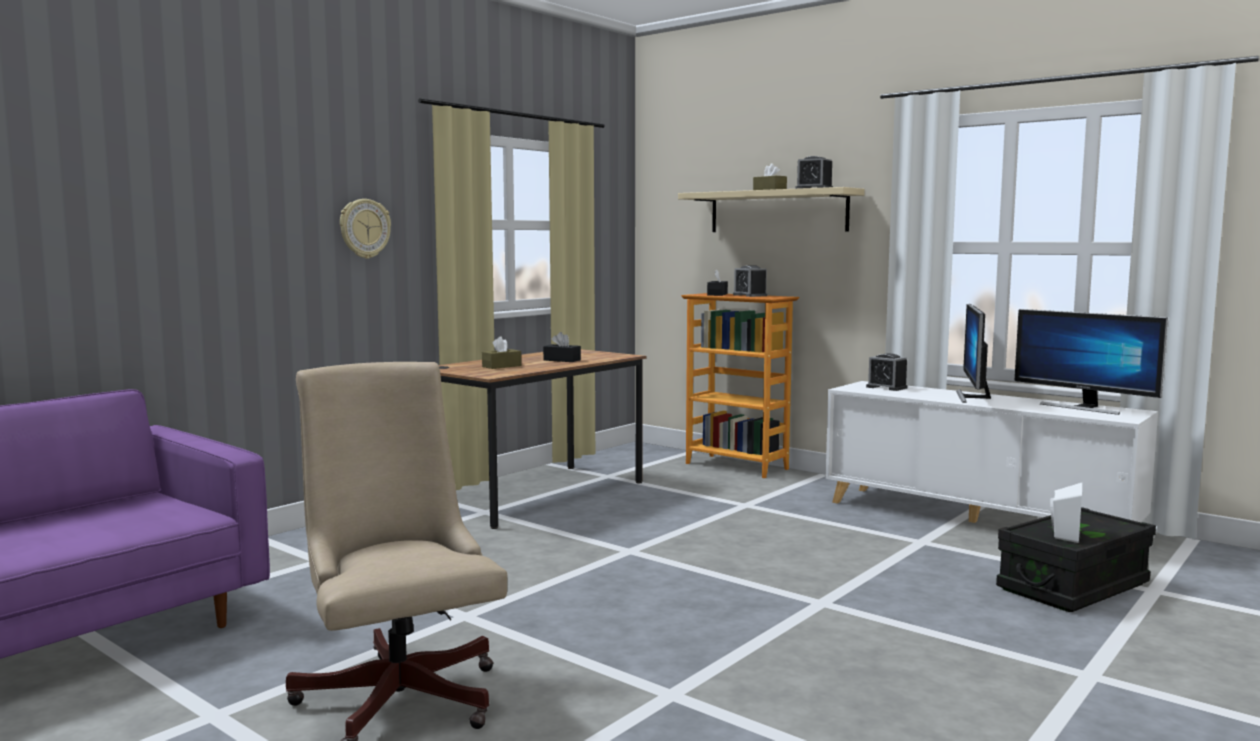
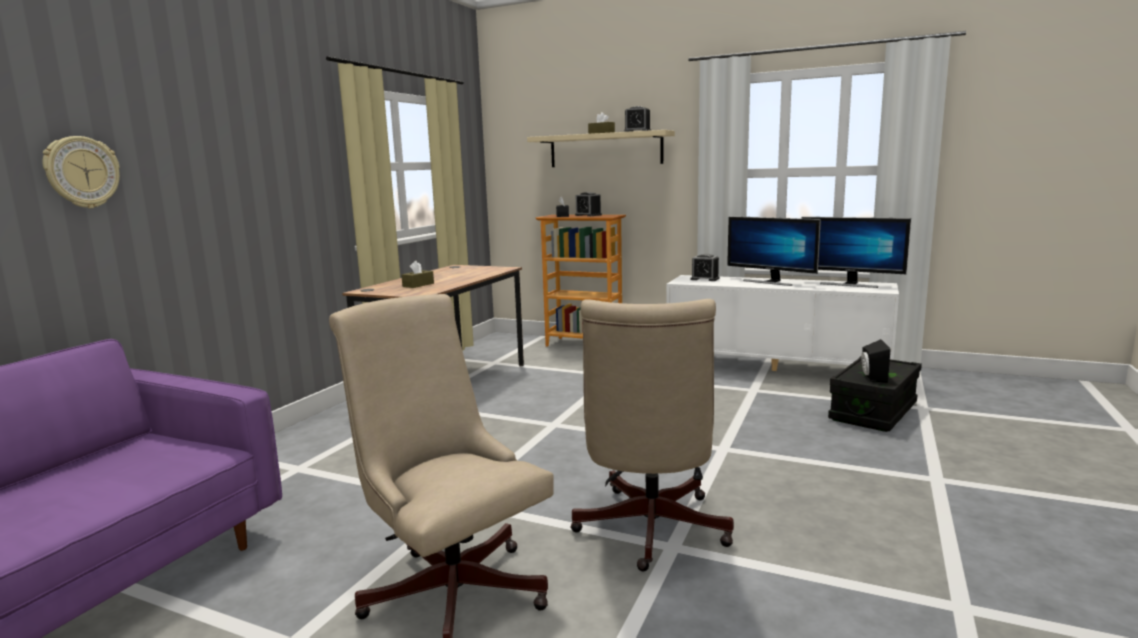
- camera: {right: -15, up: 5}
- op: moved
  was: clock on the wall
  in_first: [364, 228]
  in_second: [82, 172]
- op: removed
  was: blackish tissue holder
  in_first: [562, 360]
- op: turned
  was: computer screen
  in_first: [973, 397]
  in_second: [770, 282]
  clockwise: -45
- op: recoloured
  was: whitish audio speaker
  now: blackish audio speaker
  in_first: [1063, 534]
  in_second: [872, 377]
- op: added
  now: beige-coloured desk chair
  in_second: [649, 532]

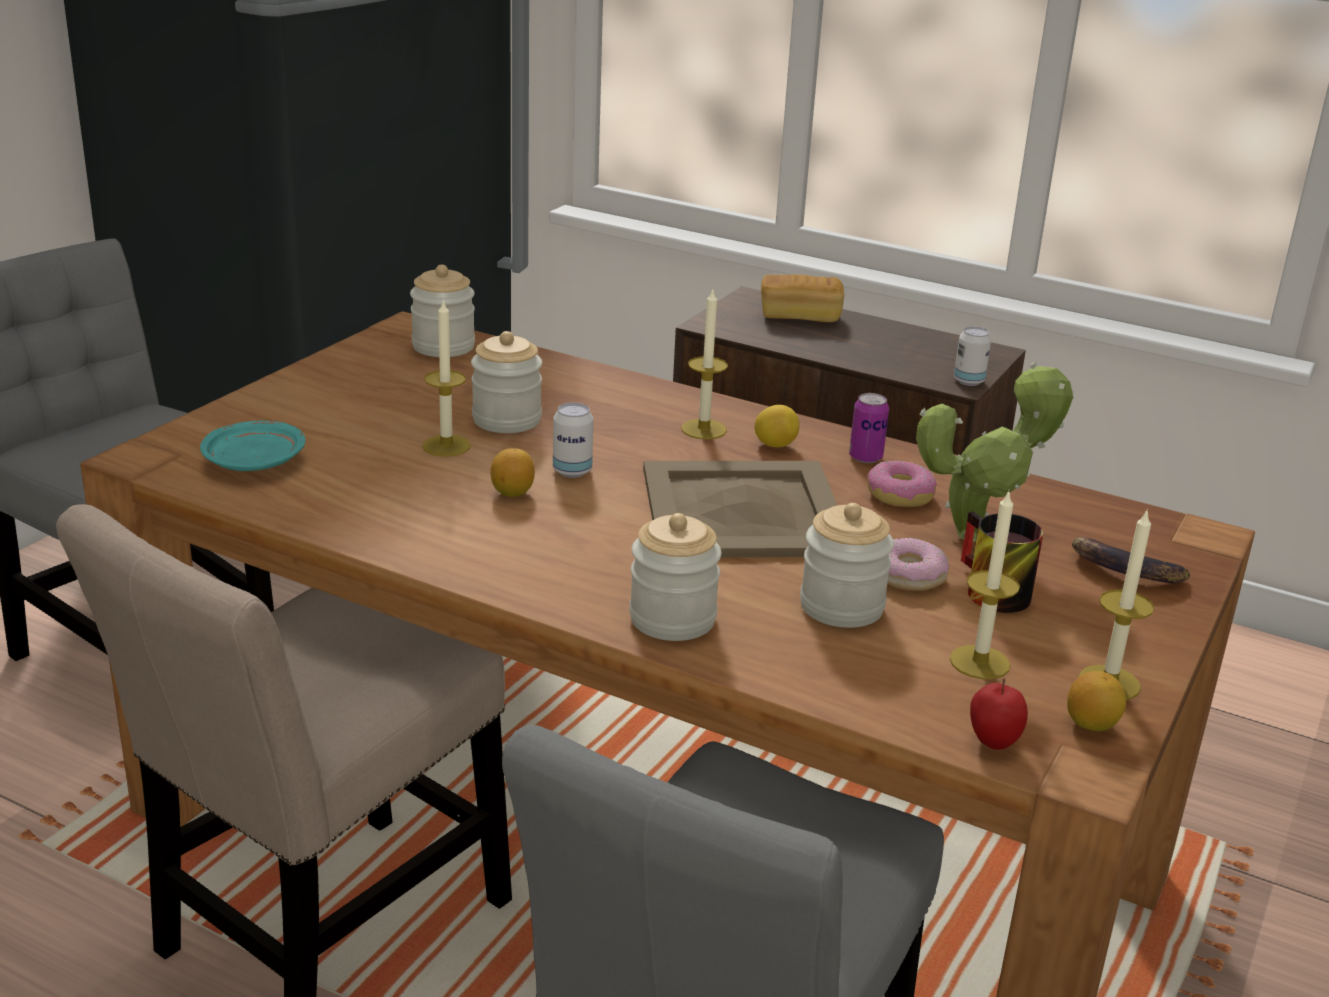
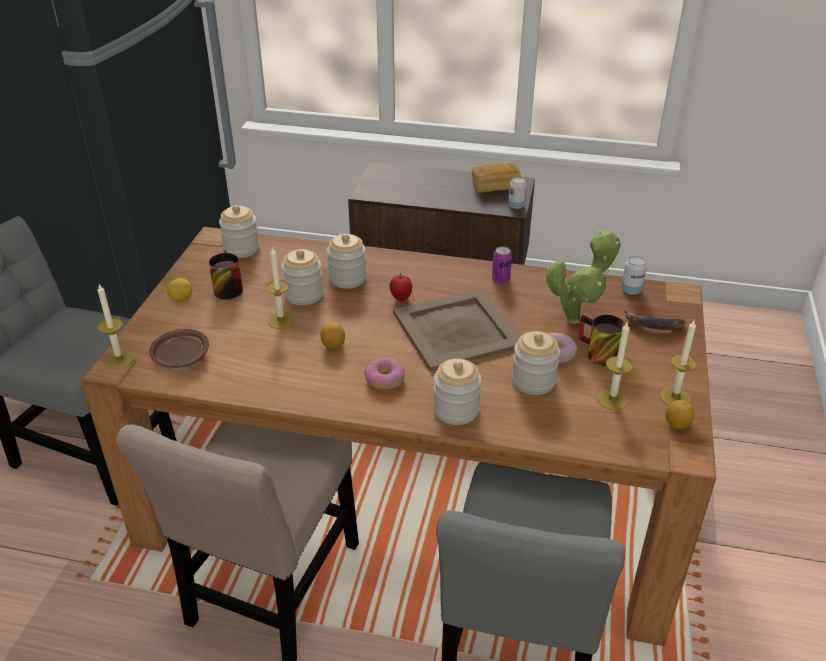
- camera: {right: -15, up: 10}
- op: recoloured
  was: turquoise-coloured flat dish
  now: brown-coloured flat dish
  in_first: [254, 462]
  in_second: [181, 356]
- op: moved
  was: metal can
  in_first: [572, 471]
  in_second: [631, 290]
- op: moved
  was: wax light
  in_first: [703, 429]
  in_second: [119, 360]
- op: moved
  was: whole lemon
  in_first: [775, 445]
  in_second: [181, 299]
- op: moved
  was: baked bread
  in_first: [800, 316]
  in_second: [495, 187]
- op: moved
  was: donut
  in_first: [899, 495]
  in_second: [384, 379]
- op: moved
  was: whole apple
  in_first: [993, 743]
  in_second: [401, 299]
- op: added
  now: mug
  in_second: [225, 288]
- op: added
  now: storage jar
  in_second: [347, 278]

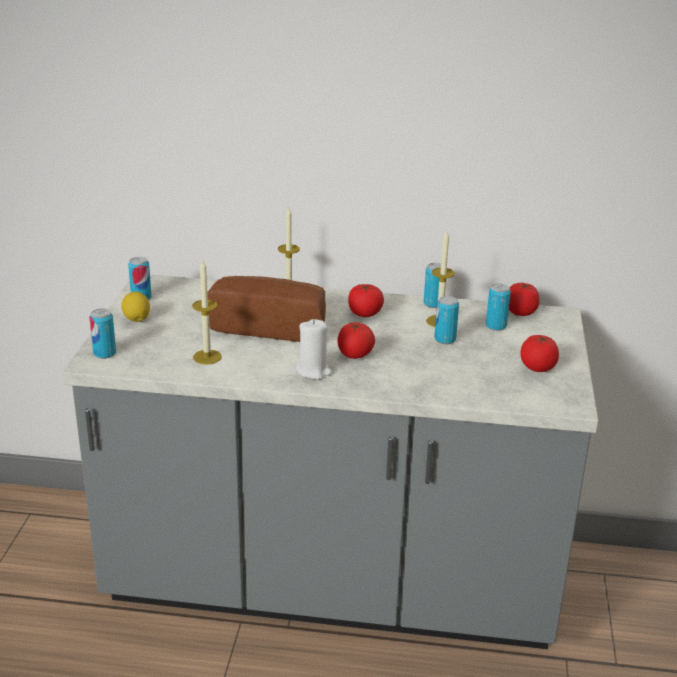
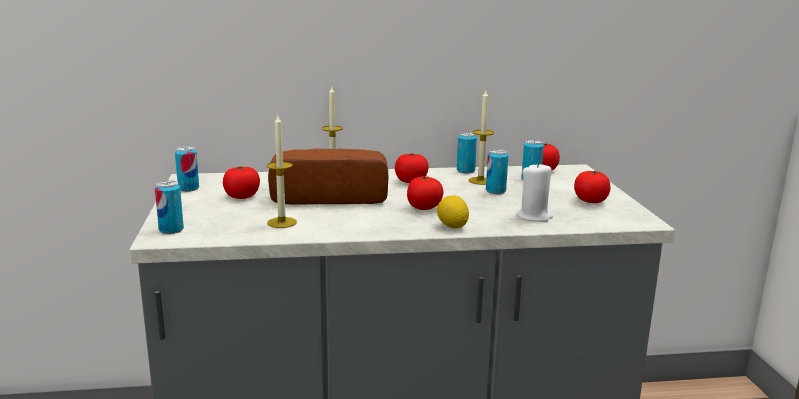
- camera: {right: -15, up: -10}
- op: moved
  was: whole lemon
  in_first: [136, 319]
  in_second: [452, 226]
- op: moved
  was: whitish wax light
  in_first: [313, 371]
  in_second: [534, 217]
- op: added
  now: fresh tomato
  in_second: [242, 196]

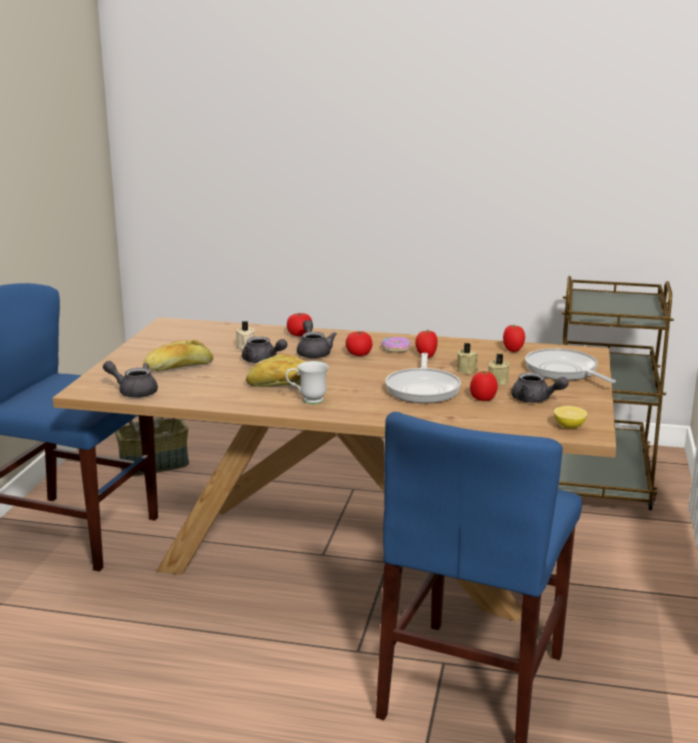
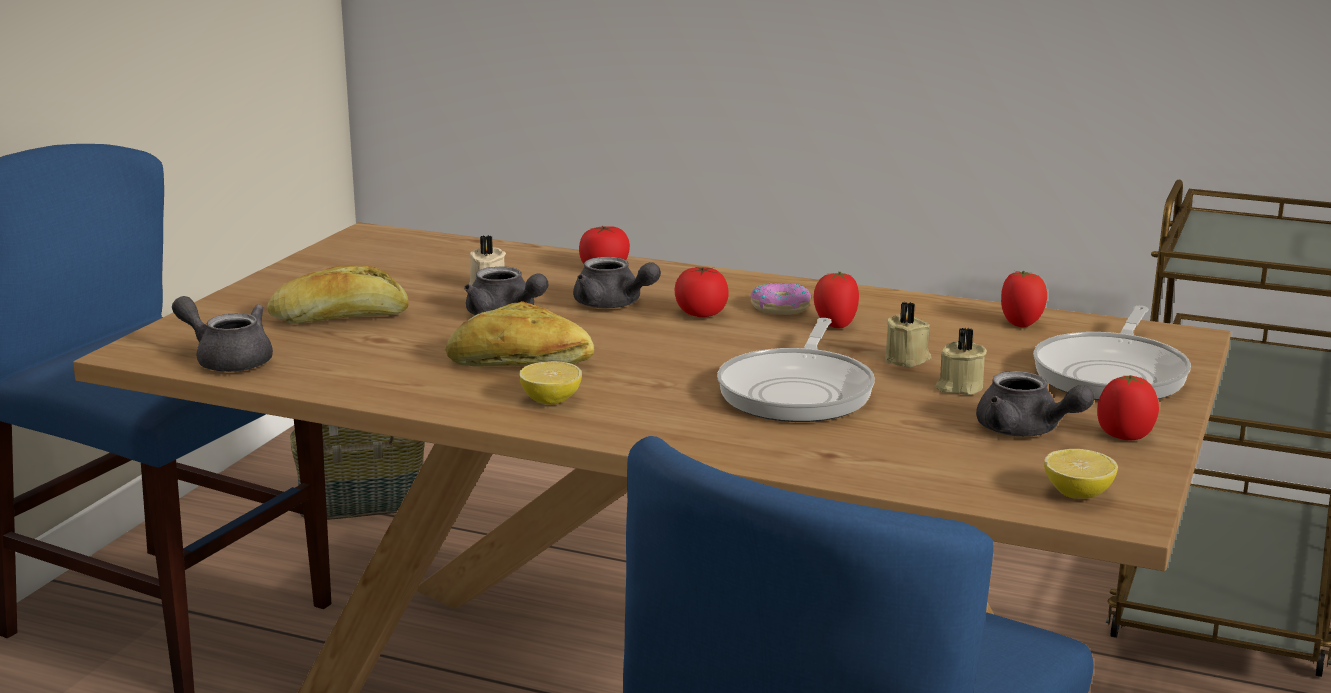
- camera: {right: 10, up: 0}
- op: replaced
  was: whitish mug
  now: whole lemon
  in_first: [307, 401]
  in_second: [551, 400]
- op: turned
  was: greyish tea pot
  in_first: [313, 352]
  in_second: [613, 305]
  clockwise: 135
- op: moved
  was: fresh tomato
  in_first: [483, 399]
  in_second: [1124, 436]
- op: turned
  was: pan
  in_first: [563, 371]
  in_second: [1112, 374]
  clockwise: -135

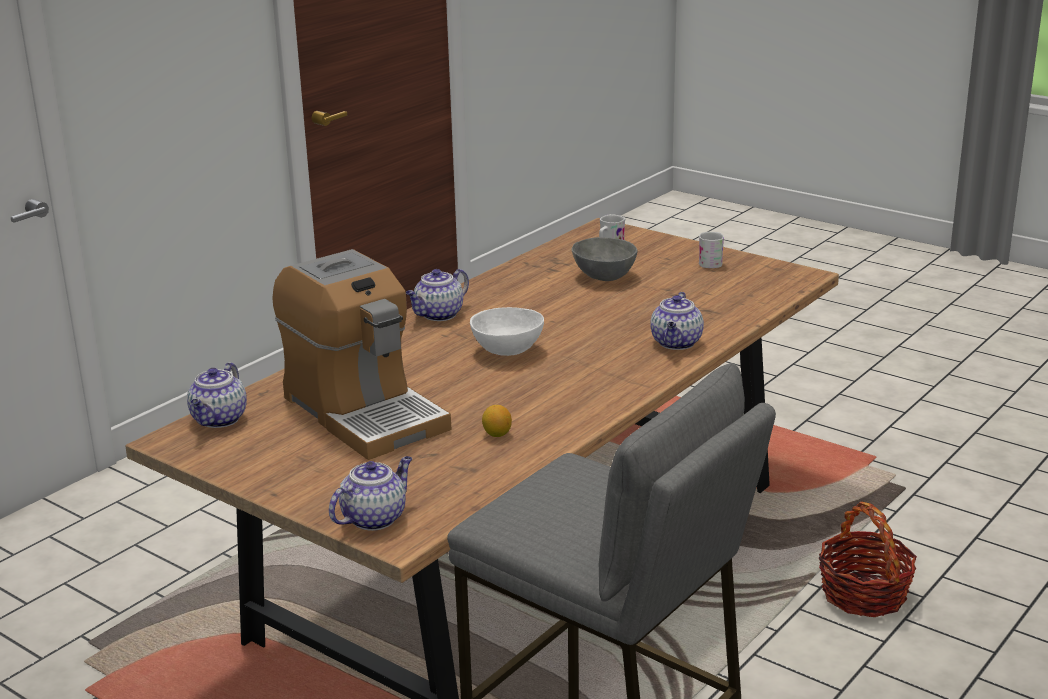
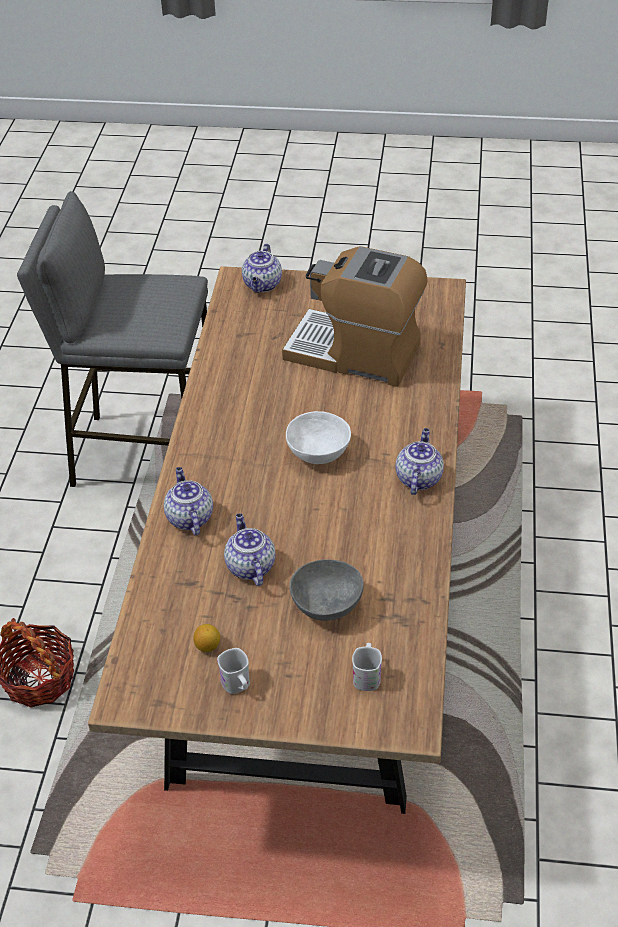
- camera: {right: 150, up: 20}
- op: moved
  was: tea pot
  in_first: [219, 420]
  in_second: [250, 566]
- op: moved
  was: whole lemon
  in_first: [497, 434]
  in_second: [208, 646]

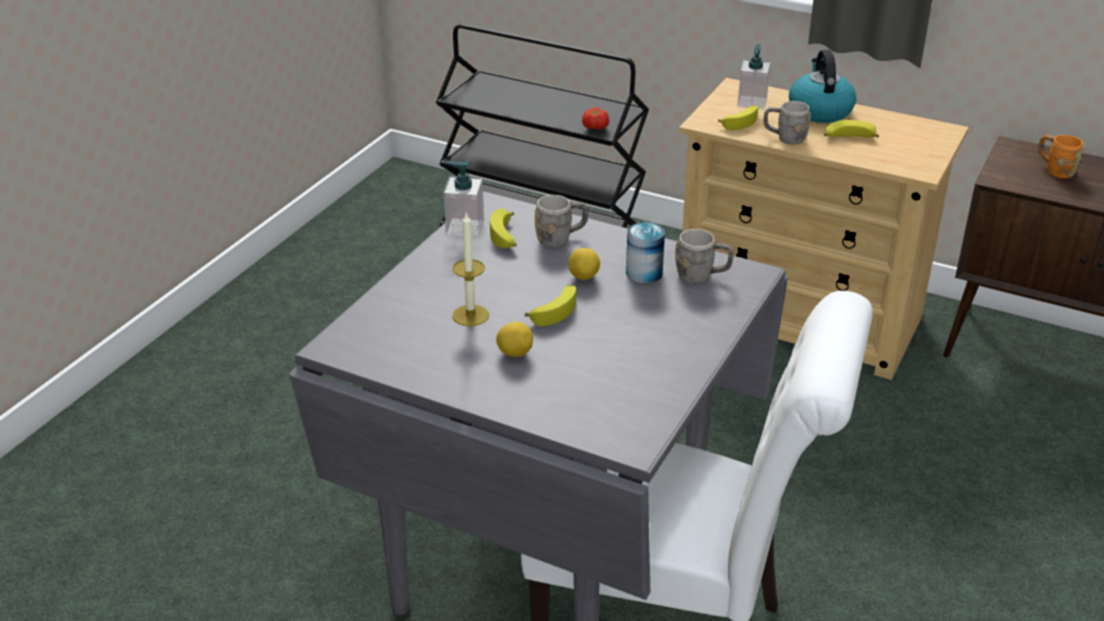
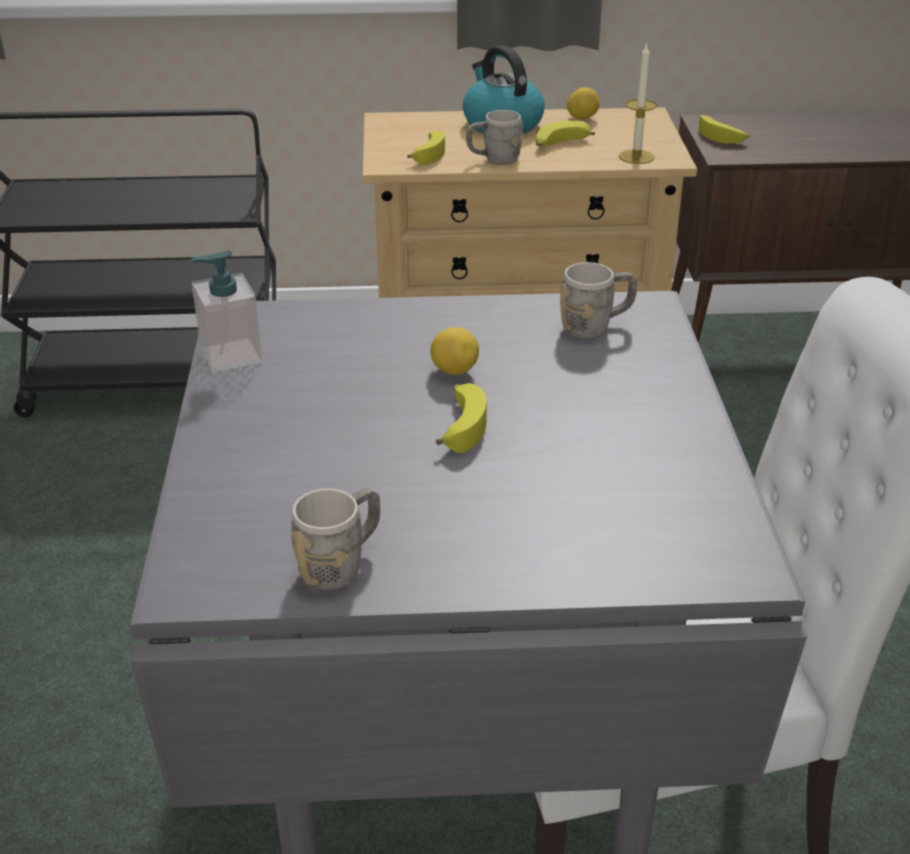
- camera: {right: -30, up: 0}
- op: moved
  was: wax light
  in_first: [470, 315]
  in_second: [636, 157]
- op: moved
  was: banana fruit
  in_first: [506, 237]
  in_second: [722, 137]
- op: moved
  was: whole lemon
  in_first: [514, 353]
  in_second: [582, 118]
- op: moved
  was: greyish mug
  in_first: [561, 238]
  in_second: [341, 564]
- op: removed
  was: fresh tomato
  in_first: [594, 127]
- op: removed
  was: metal can
  in_first: [644, 273]
- op: removed
  was: liquid soap bottle
  in_first: [752, 102]
- op: removed
  was: orange mug
  in_first: [1054, 170]

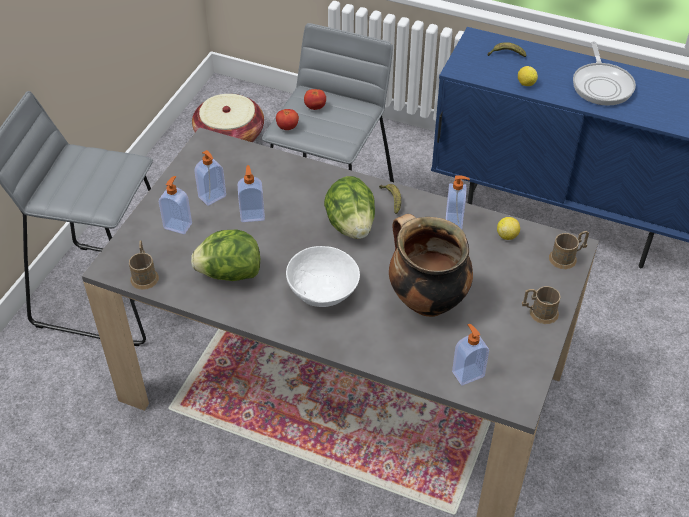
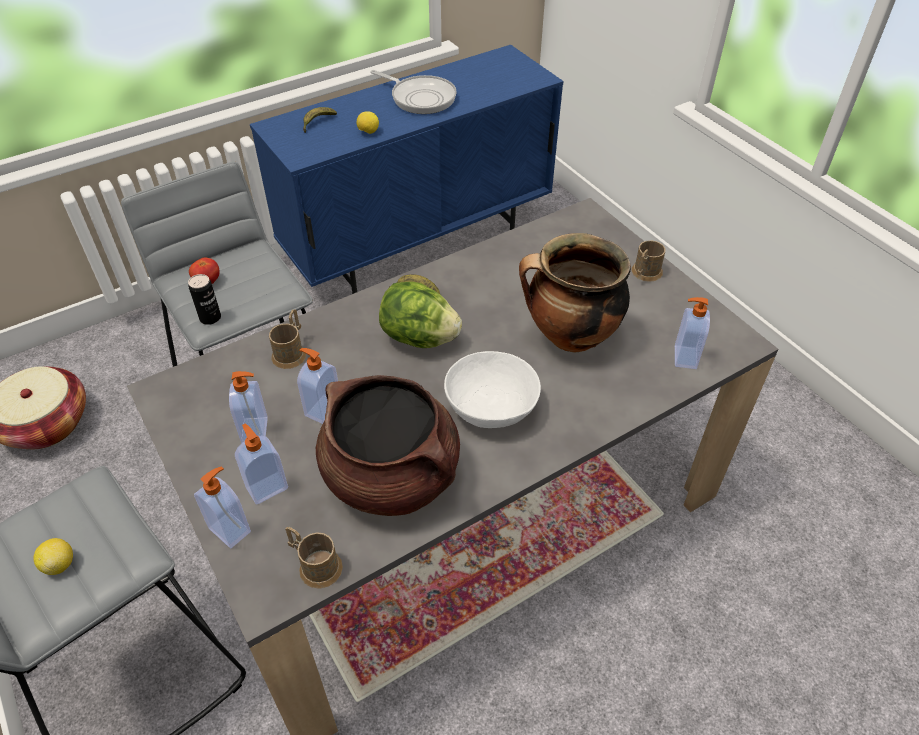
- camera: {right: -55, up: 0}
- op: replaced
  was: head of lettuce
  now: brown-coloured saucepot
  in_first: [229, 273]
  in_second: [392, 476]
- op: replaced
  was: fresh tomato
  now: metal can
  in_first: [287, 127]
  in_second: [210, 318]
- op: moved
  was: liquid soap bottle
  in_first: [454, 221]
  in_second: [231, 529]
- op: moved
  was: whole lemon
  in_first: [507, 236]
  in_second: [60, 564]
- op: moved
  was: brown-coloured mug
  in_first: [567, 258]
  in_second: [291, 352]

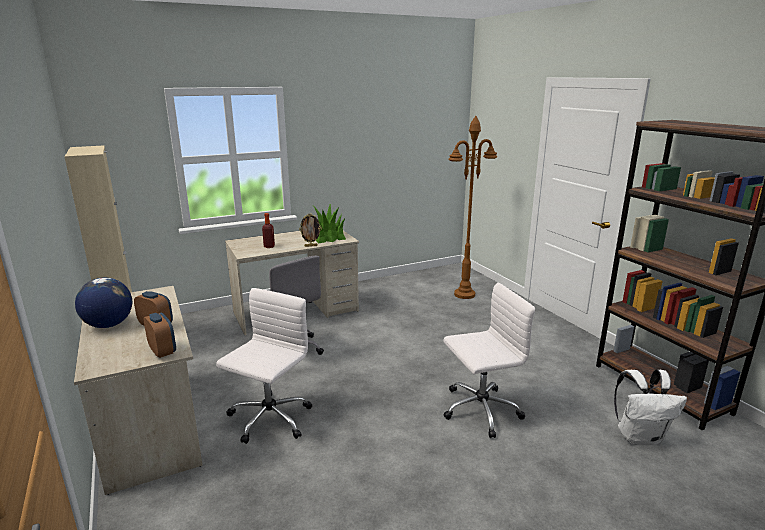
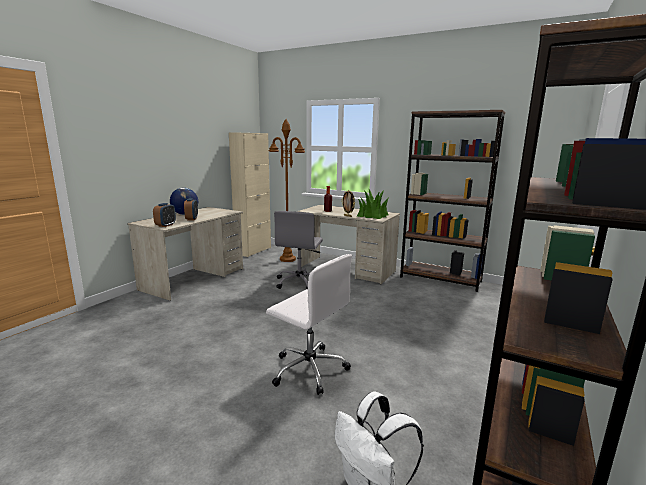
- camera: {right: 55, up: -5}
- op: removed
  was: whitish desk chair
  in_first: [269, 419]
- op: moved
  was: brown-coloured standing lamp
  in_first: [464, 294]
  in_second: [288, 259]
- op: added
  now: brown-coloured bookshelf
  in_second: [440, 279]

